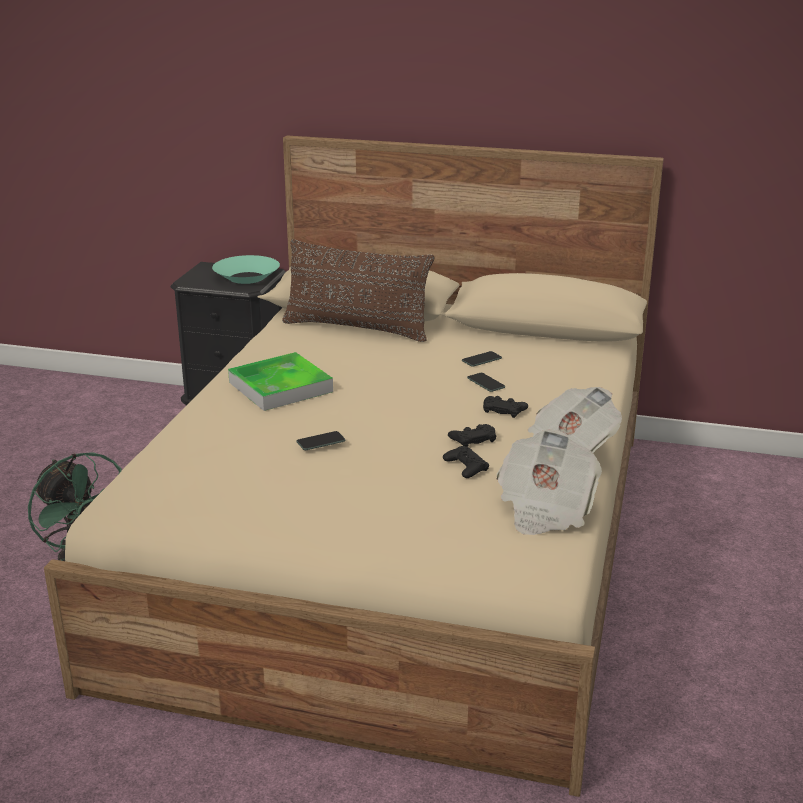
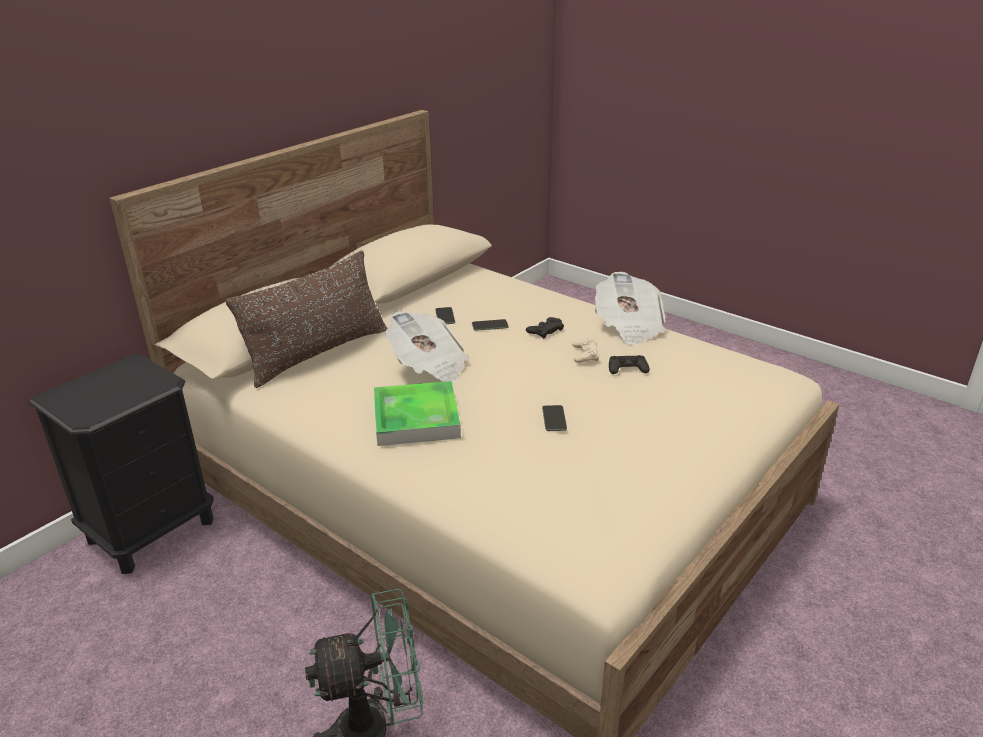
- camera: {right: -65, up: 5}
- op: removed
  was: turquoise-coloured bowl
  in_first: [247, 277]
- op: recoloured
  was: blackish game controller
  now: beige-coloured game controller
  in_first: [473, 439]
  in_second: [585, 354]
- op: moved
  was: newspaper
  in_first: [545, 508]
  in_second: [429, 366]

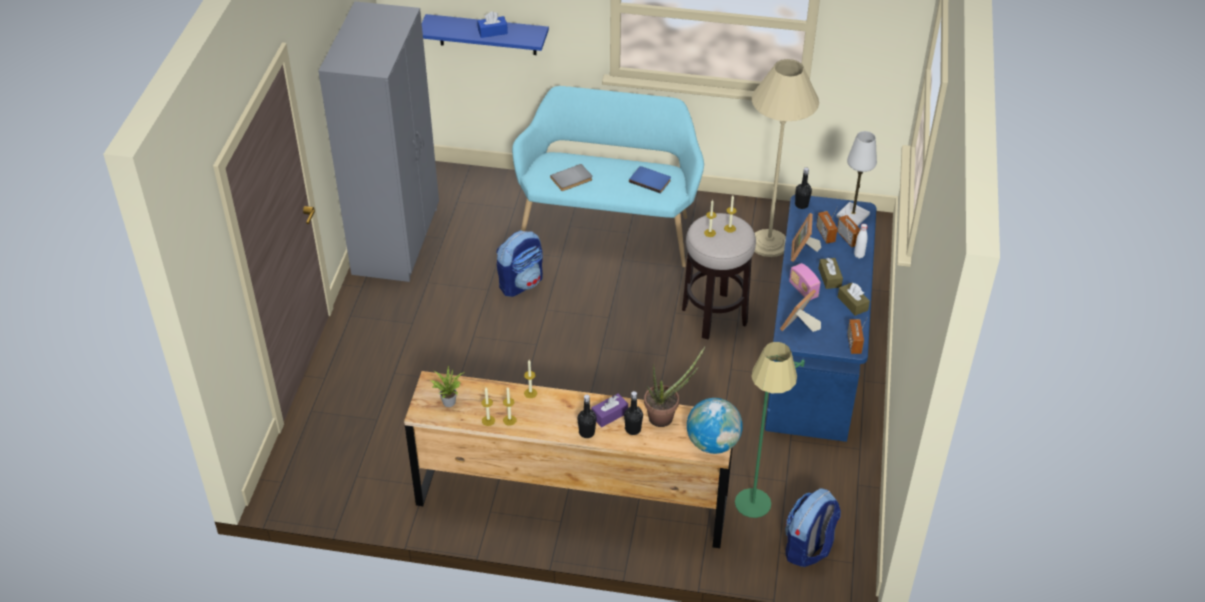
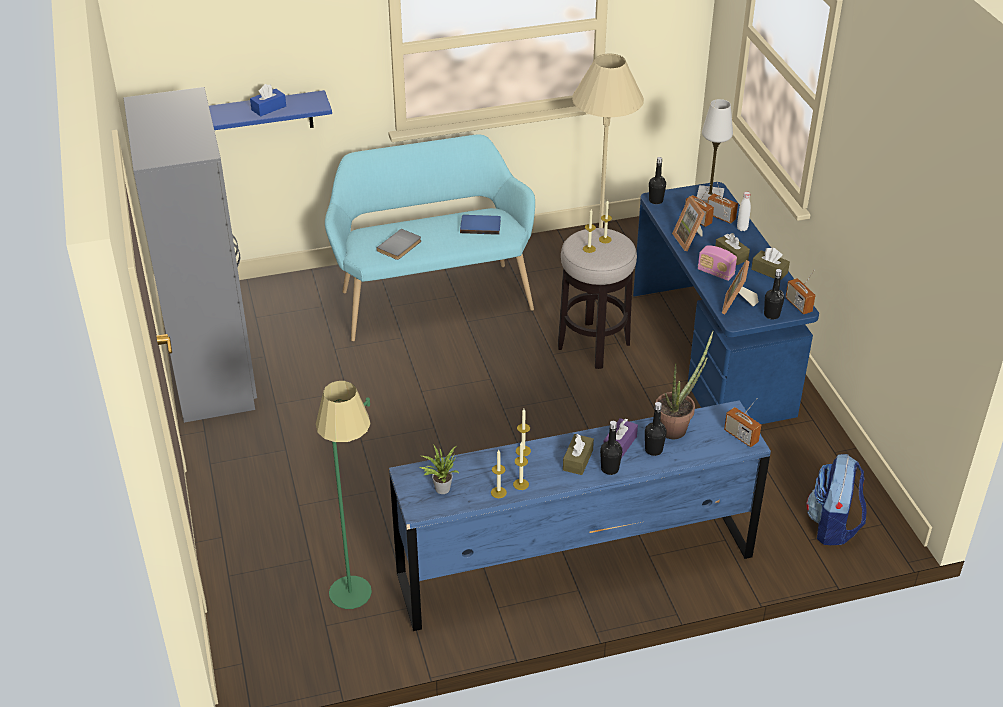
- camera: {right: -25, up: -5}
- op: recoloured
  was: brown-coloured chest of drawers
  now: blue chest of drawers
  in_first: [572, 500]
  in_second: [575, 565]
- op: removed
  was: knapsack
  in_first: [521, 283]
- op: replaced
  was: world globe
  now: radio set
  in_first: [713, 443]
  in_second: [741, 436]
- op: moved
  was: green standing lamp
  in_first: [755, 516]
  in_second: [358, 606]
- op: added
  now: brown-coloured tissue holder
  in_second: [578, 460]
- op: added
  now: blackish bottle
  in_second: [771, 315]

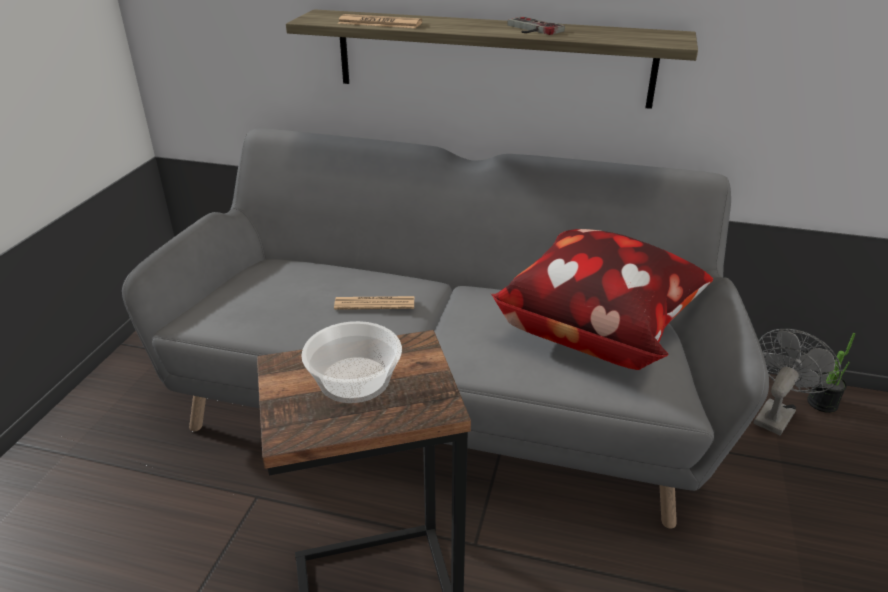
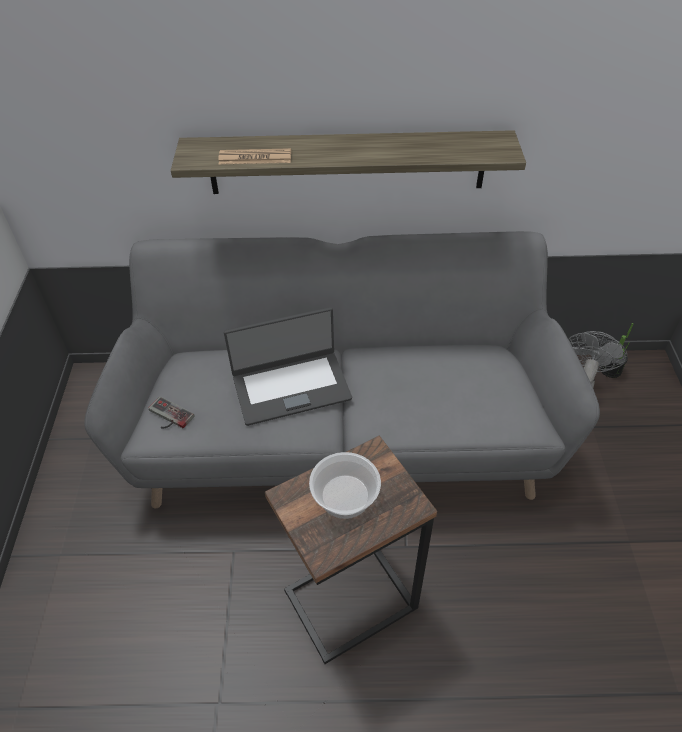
- camera: {right: -15, up: 15}
- op: replaced
  was: newspaper
  now: portable computer
  in_first: [374, 304]
  in_second: [291, 386]
- op: removed
  was: cushion
  in_first: [596, 330]
- op: moved
  was: game controller
  in_first: [530, 29]
  in_second: [168, 417]

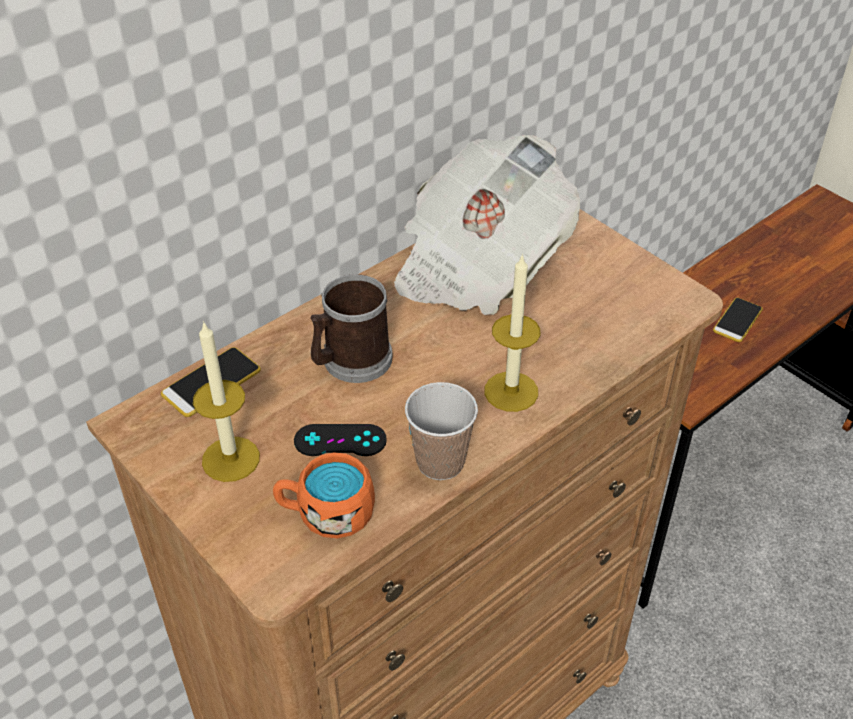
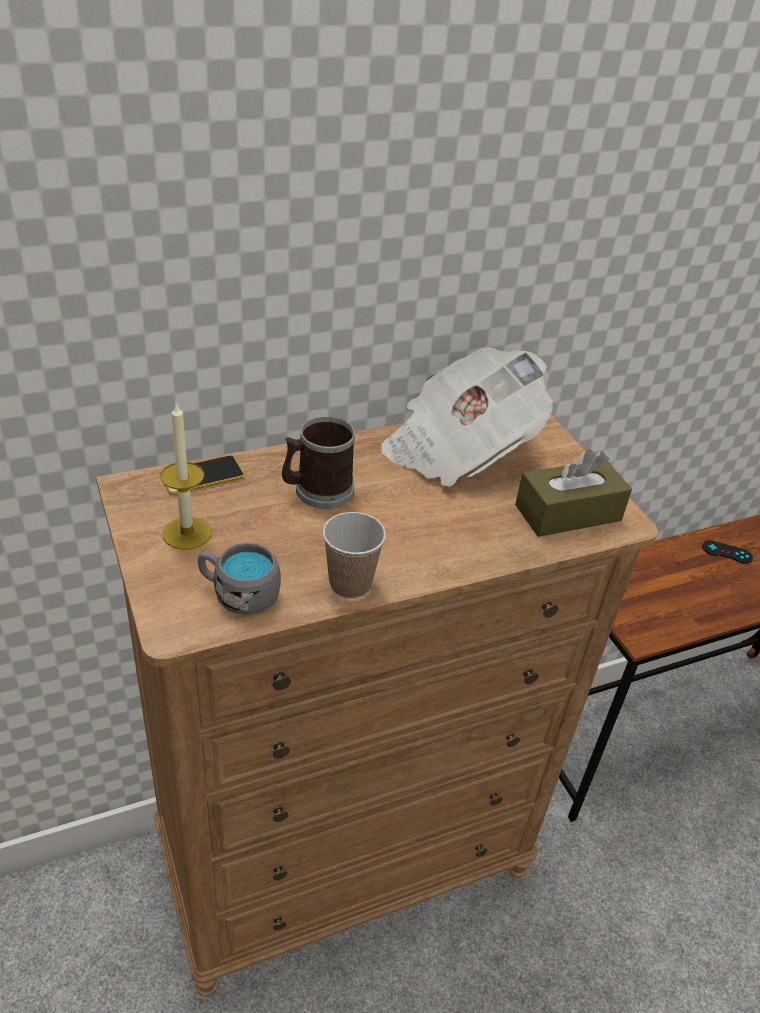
- camera: {right: 15, up: -5}
- op: recoloured
  was: orange mug
  now: greyish mug
  in_first: [326, 513]
  in_second: [238, 594]
- op: moved
  was: blackish game controller
  in_first: [340, 440]
  in_second: [727, 552]
- op: removed
  was: wax light
  in_first: [511, 391]
- op: removed
  was: telephone
  in_first: [737, 320]
- op: added
  now: brown-coloured tissue holder
  in_second: [568, 513]

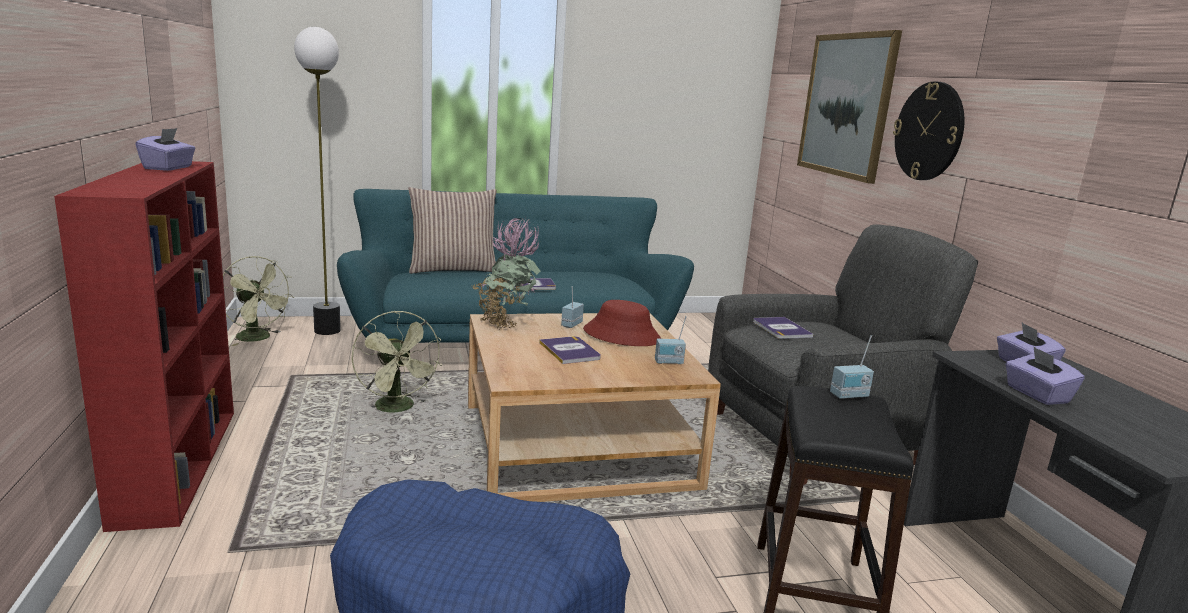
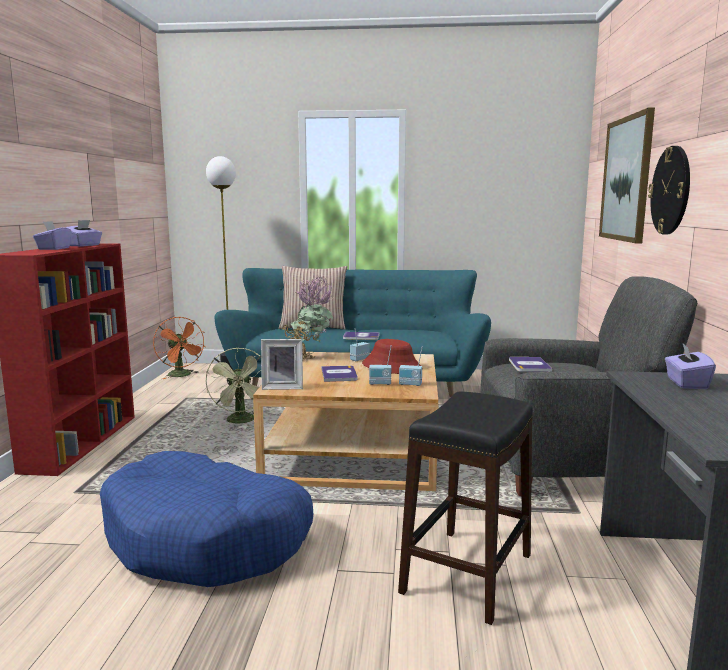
- camera: {right: 20, up: -5}
- op: recoloured
  was: green cooling fan
  now: orange cooling fan
  in_first: [258, 338]
  in_second: [182, 375]
- op: moved
  was: radio set
  in_first: [850, 396]
  in_second: [380, 384]
- op: moved
  was: purplish tissue holder
  in_first: [1036, 395]
  in_second: [53, 249]
- op: added
  now: standing frame
  in_second: [283, 387]

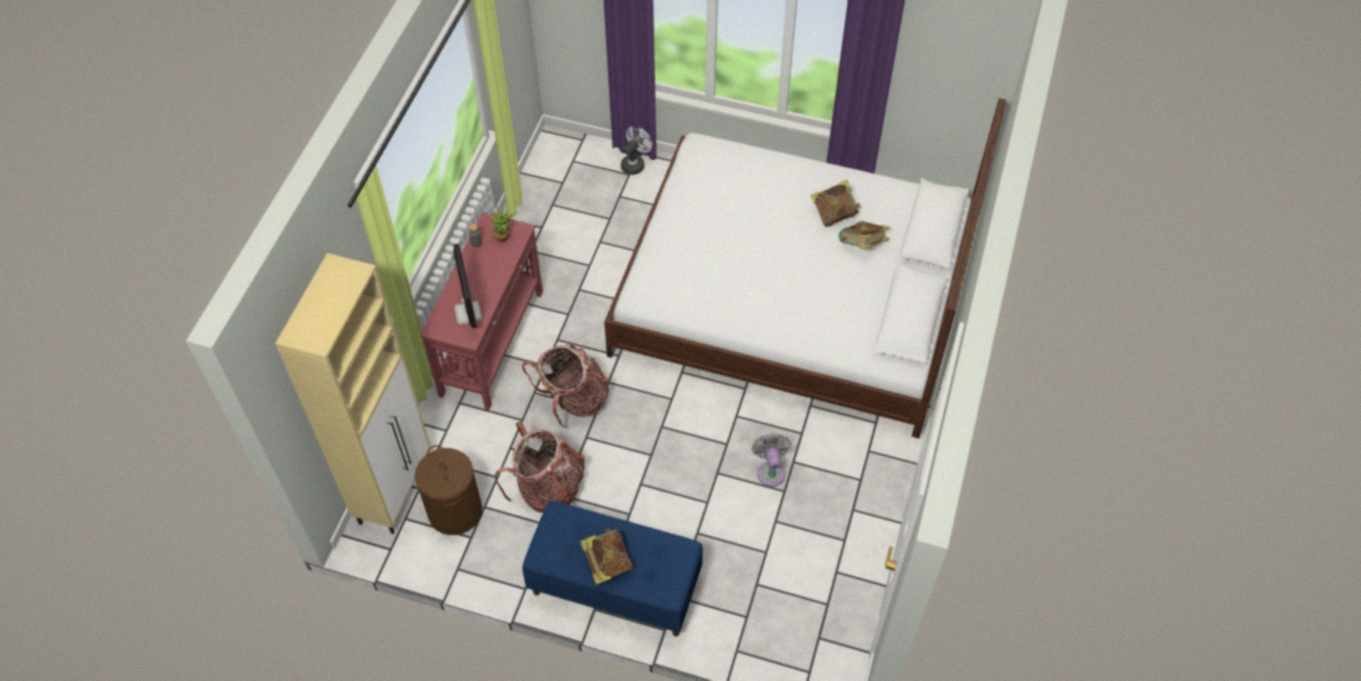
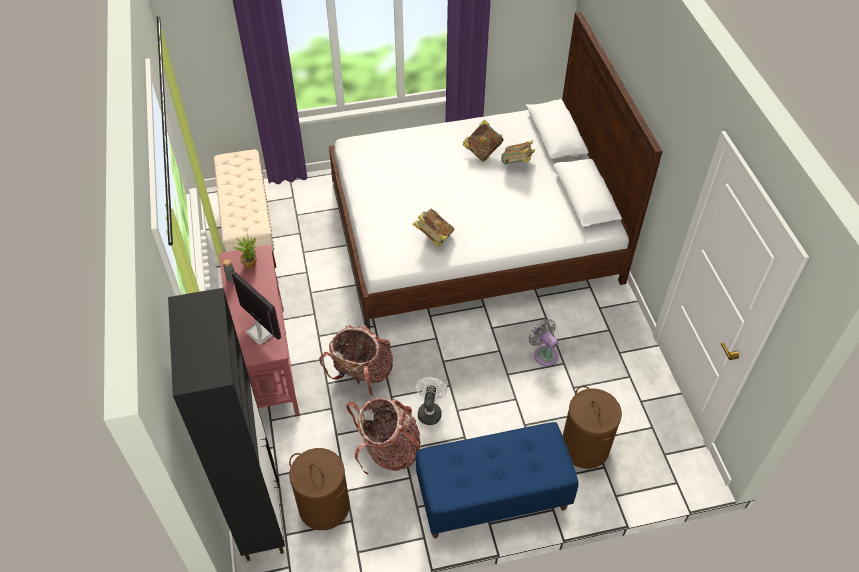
- camera: {right: -30, up: -5}
- op: recoloured
  was: beige-coloured cupboard
  now: blackish cupboard
  in_first: [395, 489]
  in_second: [261, 515]
- op: moved
  was: bound book
  in_first: [607, 563]
  in_second: [434, 237]
- op: moved
  was: whitish cooling fan
  in_first: [635, 163]
  in_second: [430, 411]
- op: added
  now: beige-coloured long seat
  in_second: [249, 229]
- op: added
  now: brown-coloured hamper
  in_second: [584, 447]

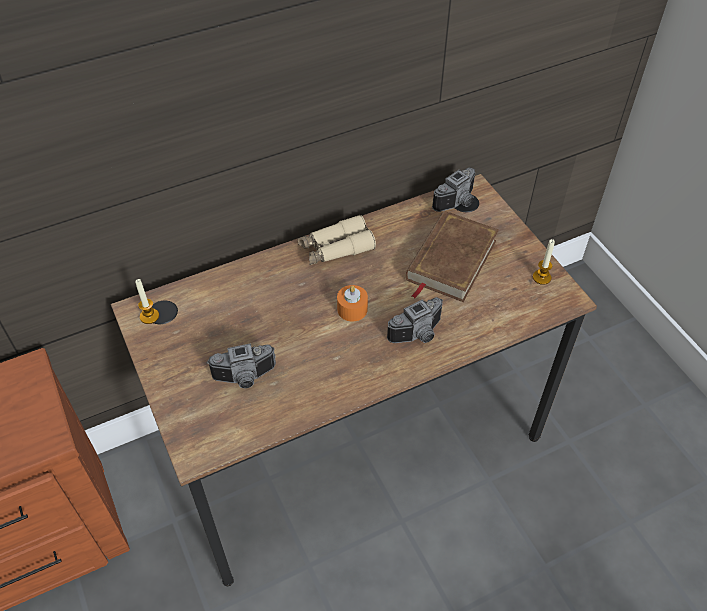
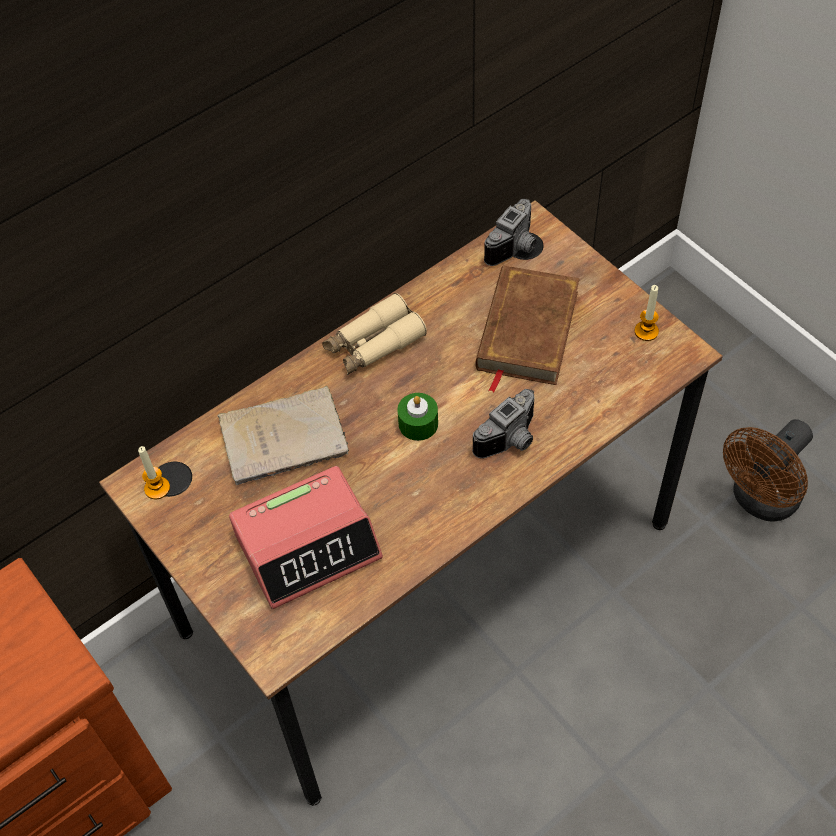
- camera: {right: -10, up: 5}
- op: replaced
  was: photo camera
  now: bedside clock
  in_first: [245, 378]
  in_second: [308, 545]
- op: recoloured
  was: orange wax light
  now: green wax light
  in_first: [352, 309]
  in_second: [418, 423]
- op: added
  now: beige-coloured bound book
  in_second: [287, 437]
- op: added
  now: brown-coloured cooling fan
  in_second: [760, 501]

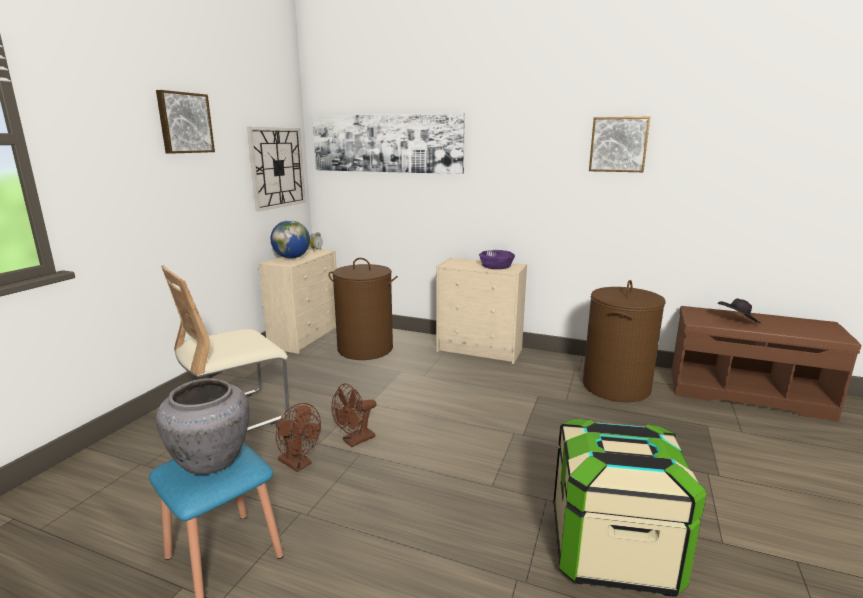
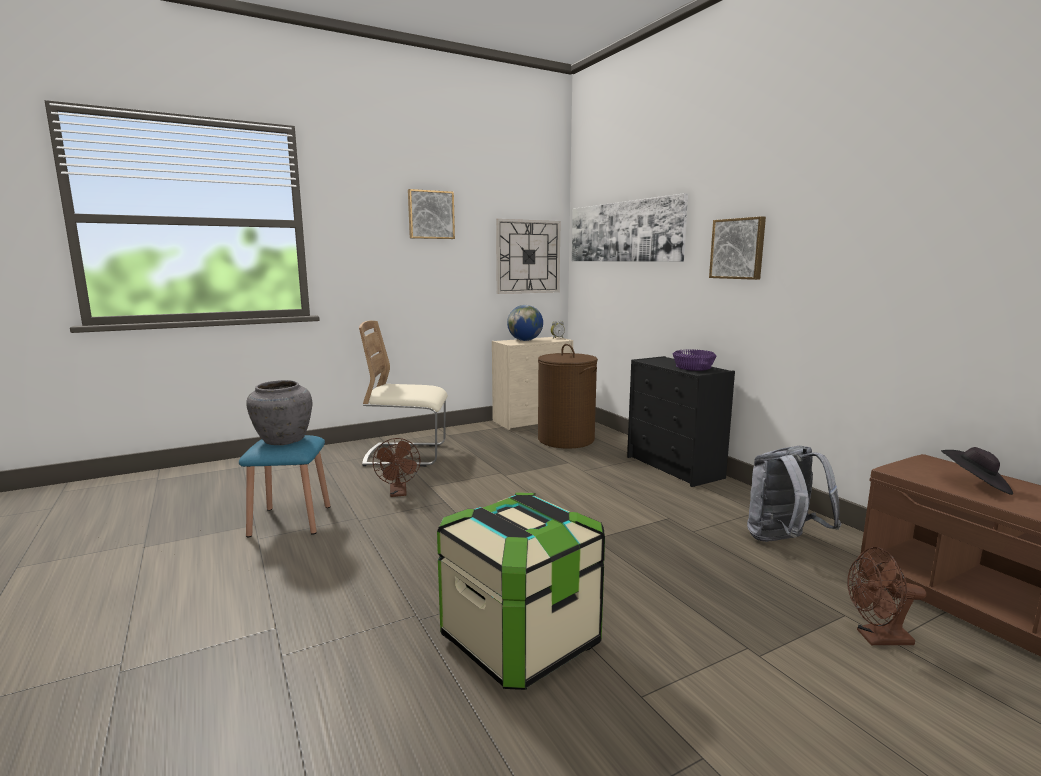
- camera: {right: 40, up: -5}
- op: moved
  was: brown-coloured cooling fan
  in_first: [355, 441]
  in_second: [877, 638]
- op: recoloured
  was: beige-coloured chest of drawers
  now: blackish chest of drawers
  in_first: [480, 350]
  in_second: [675, 467]
- op: replaced
  was: brown-coloured hamper
  now: greyish knapsack
  in_first: [616, 387]
  in_second: [783, 541]
- op: moved
  was: wall art
  in_first: [618, 144]
  in_second: [738, 248]

